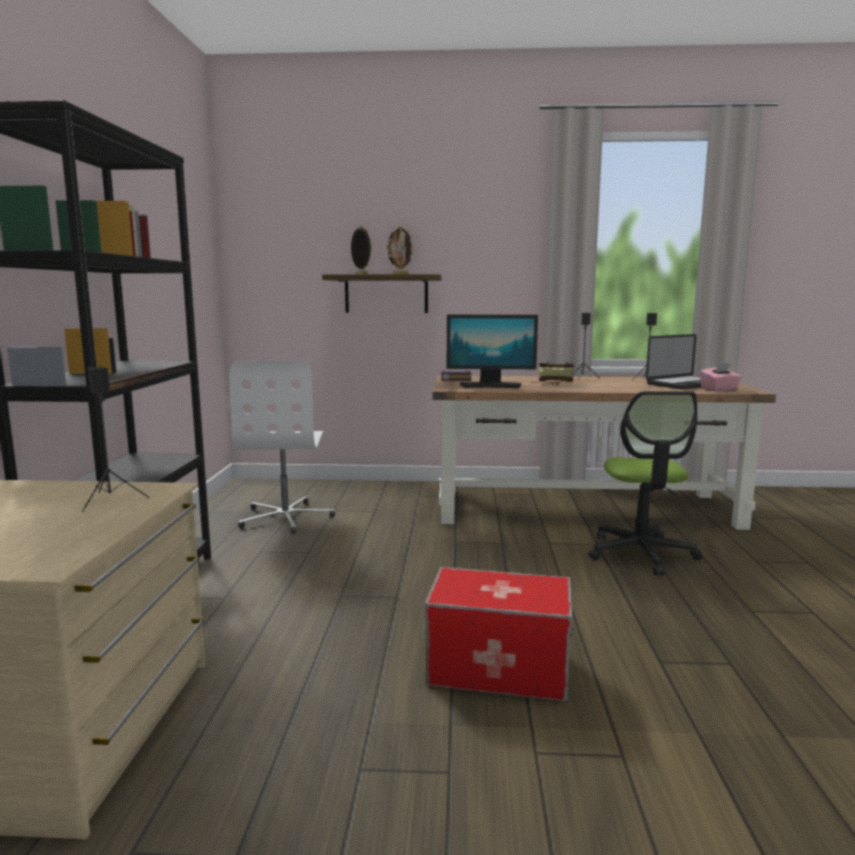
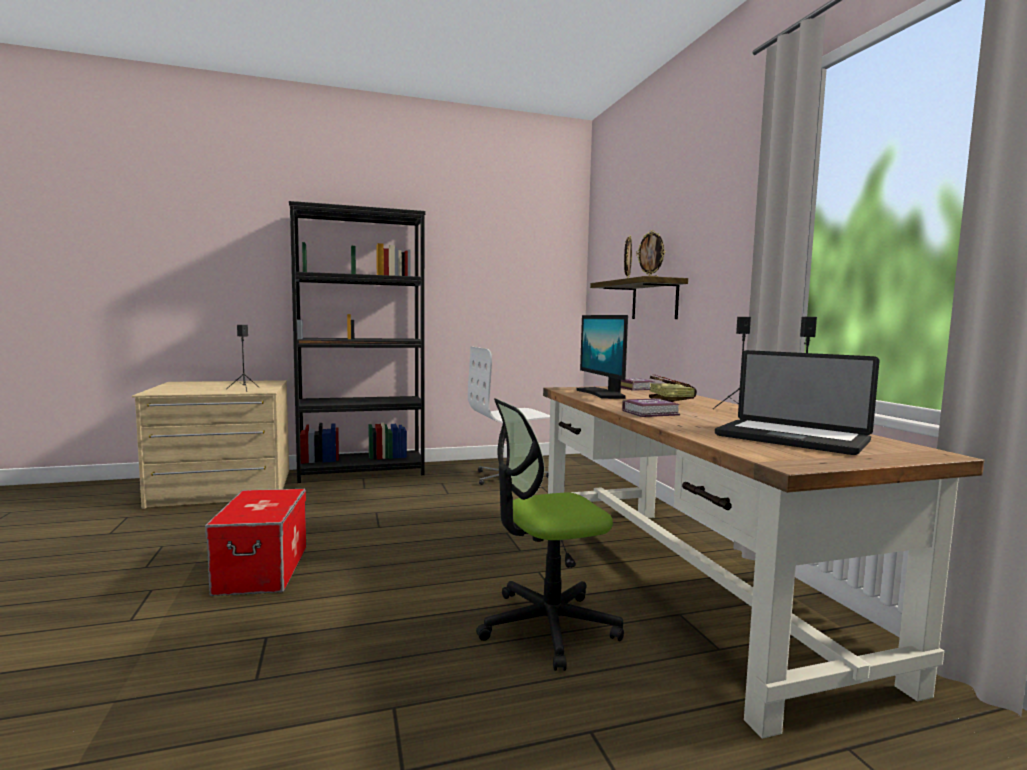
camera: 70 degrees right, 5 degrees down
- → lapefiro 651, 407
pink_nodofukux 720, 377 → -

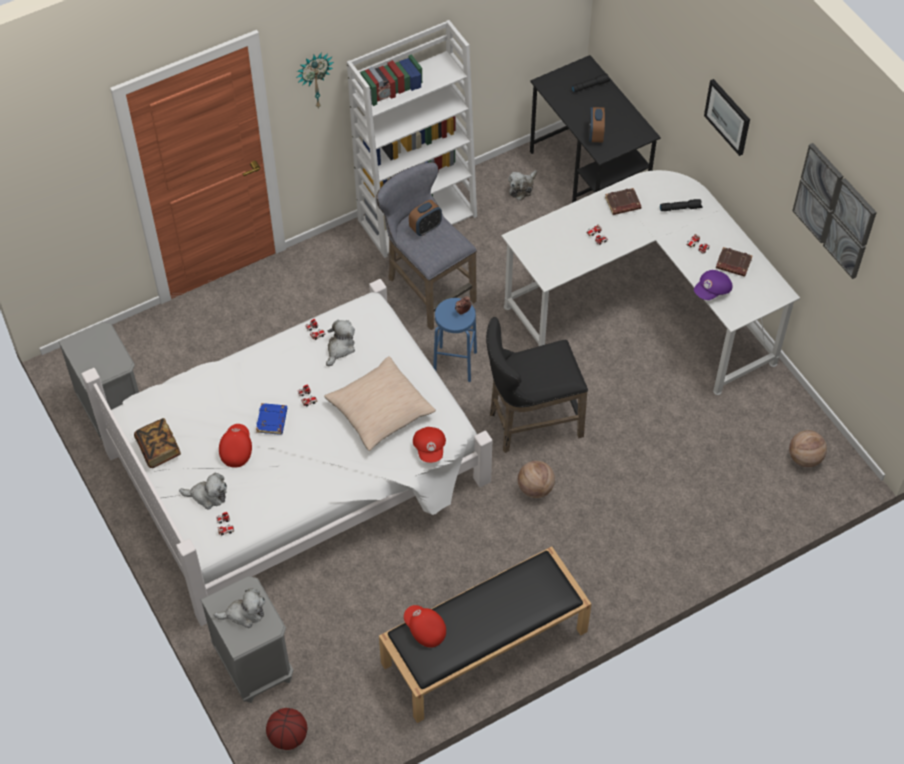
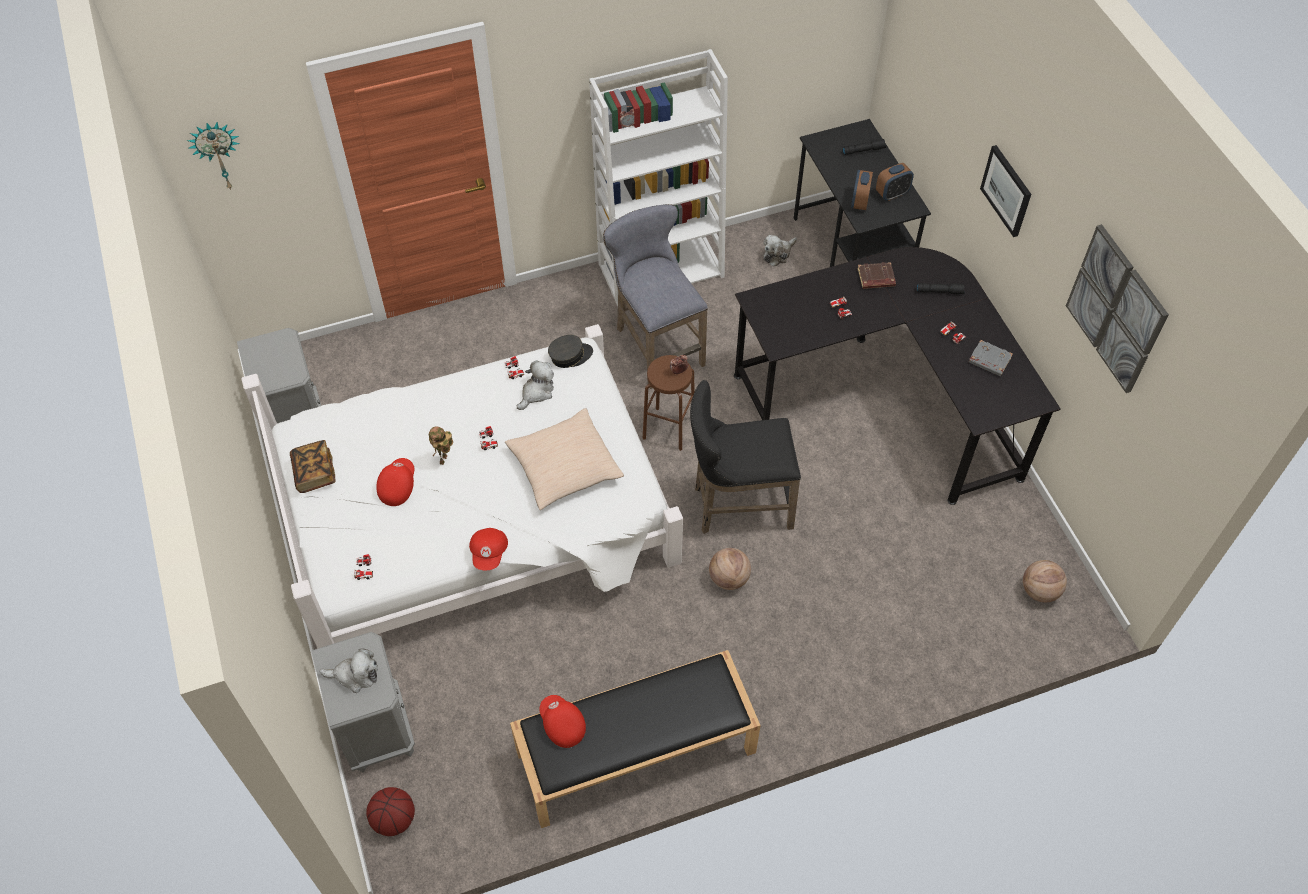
camera: 10 degrees right, 0 degrees up
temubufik 315, 80 → temubufik 213, 156, shifted
blue_lapefiro 271, 419 → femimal 441, 445
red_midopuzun 429, 445 → red_midopuzun 488, 549, shifted
- → grey_midopuzun 570, 351
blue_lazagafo 455, 340 → brown_lazagafo 669, 403
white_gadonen 650, 282 → black_gadonen 897, 376
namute 425, 218 → namute 895, 182, shifted
brown_lapefiro 734, 262 → grey_lapefiro 991, 358
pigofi 203, 491 → -
purple_midopuzun 713, 285 → -

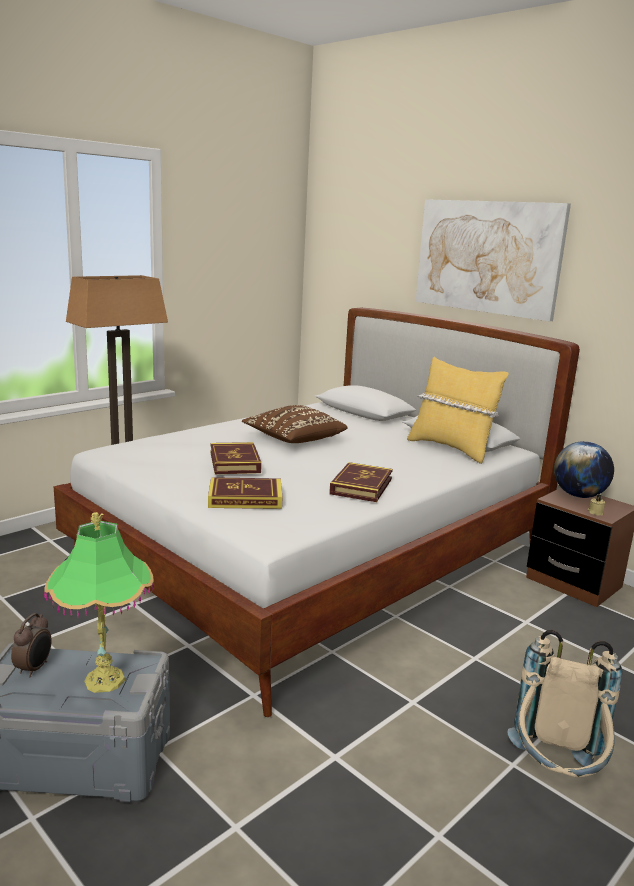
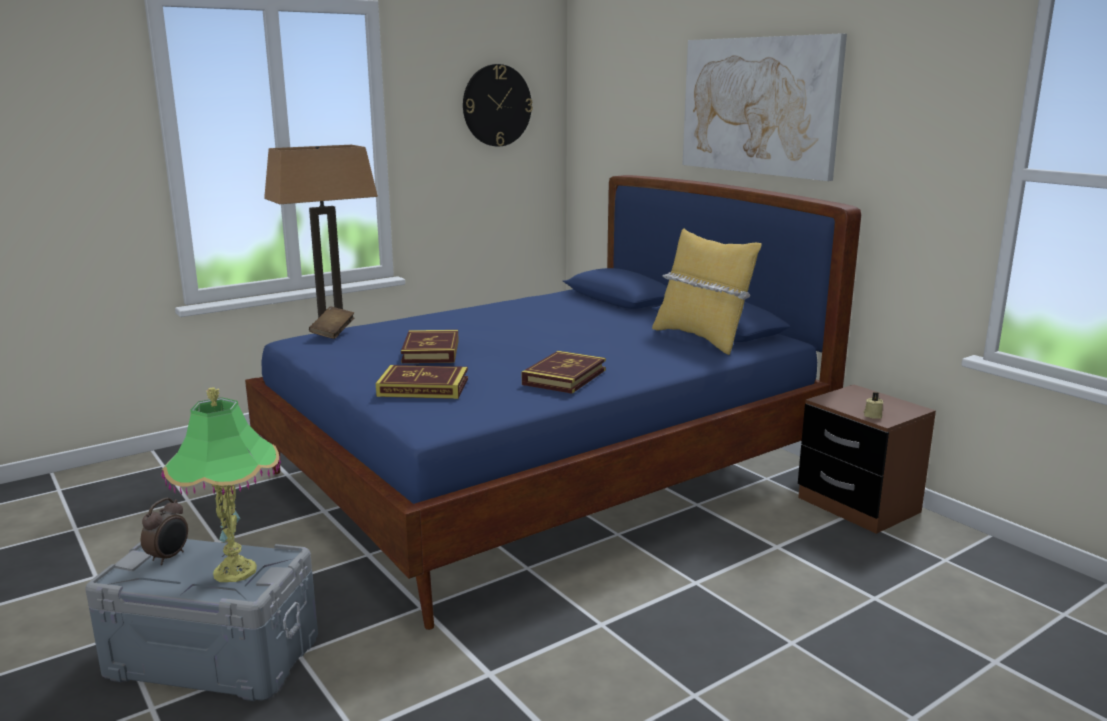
camera: 10 degrees right, 0 degrees up
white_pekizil 316, 512 → blue_pekizil 553, 402
- → brown_lapefiro 331, 323
- → temubufik 498, 105
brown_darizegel 295, 424 → -
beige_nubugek 564, 703 → -
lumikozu 584, 469 → -

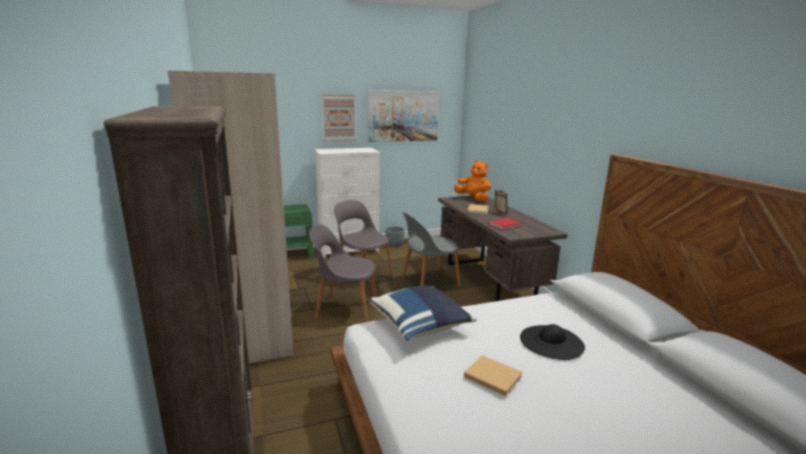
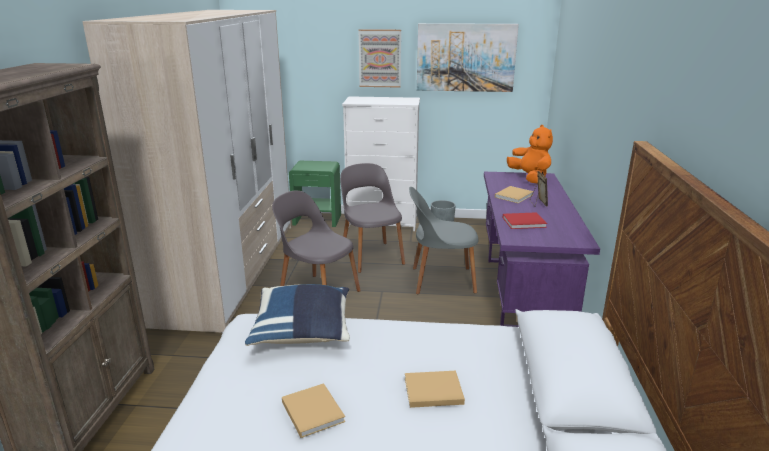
camera: 25 degrees right, 5 degrees up
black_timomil 552, 342 → beige_lapefiro 435, 389
brown_gadonen 502, 248 → purple_gadonen 542, 249

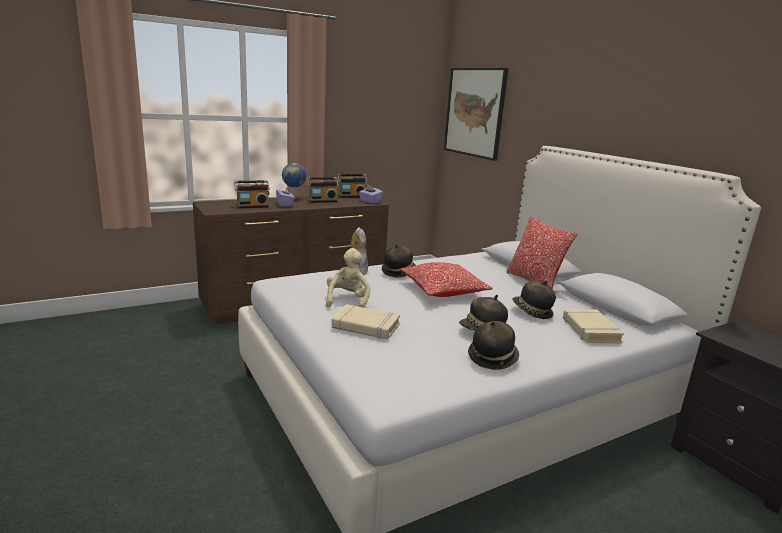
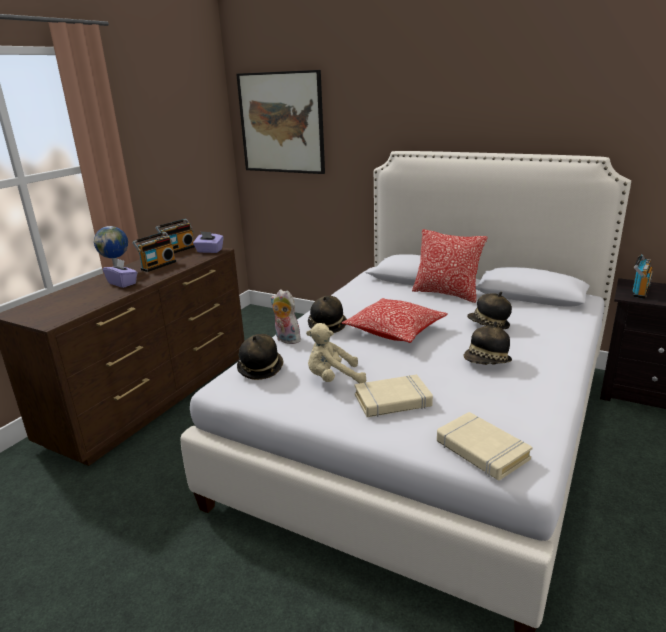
camera: 30 degrees left, 5 degrees up
timomil 493, 345 → timomil 260, 357, shifted
beige_pigofi 348, 278 → beige_pigofi 336, 353, 75 degrees counterclockwise
beige_lapefiro 593, 326 → beige_lapefiro 485, 446, shifted
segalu 252, 194 → segalu 643, 276, shifted

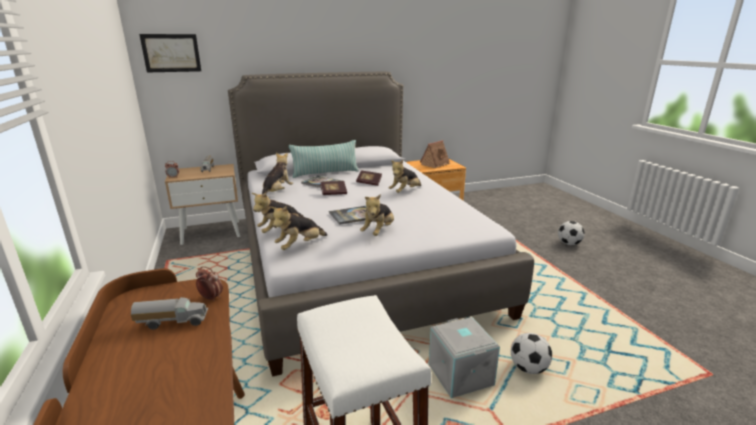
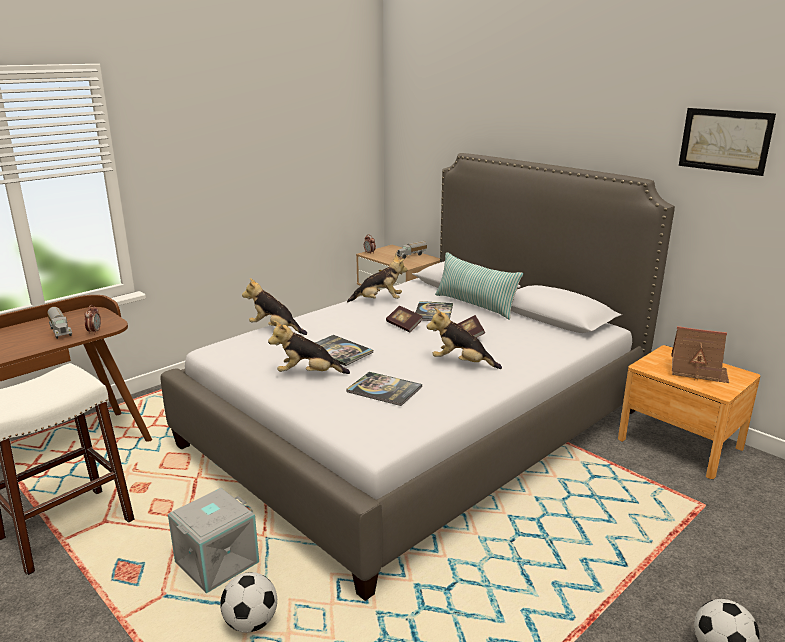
camera: 65 degrees right, 0 degrees up
- → lapefiro 384, 389
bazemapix 170, 53 → bazemapix 727, 142, shifted
pigofi 299, 228 → -

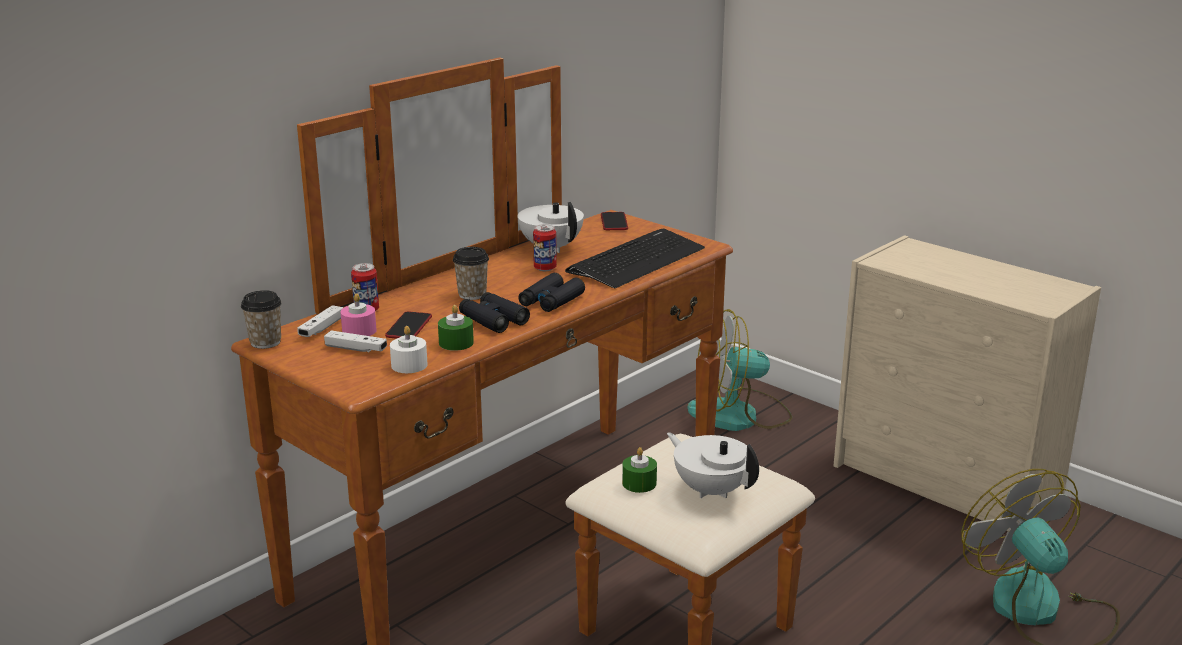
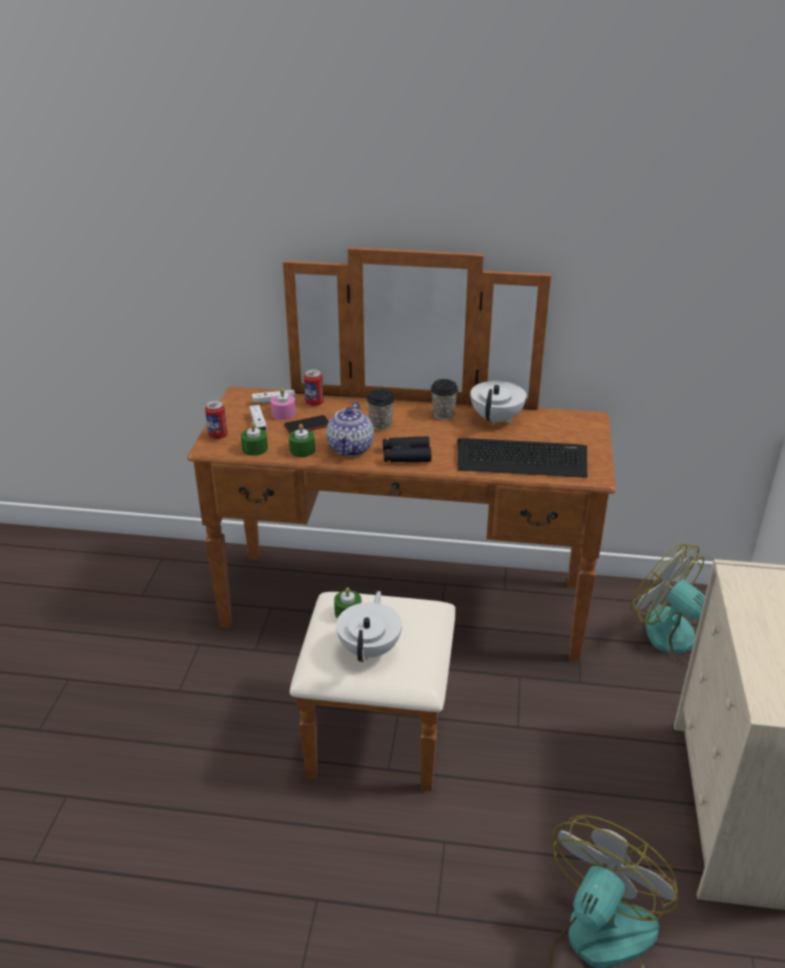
camera: 55 degrees right, 10 degrees up
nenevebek 545, 247 → nenevebek 216, 419, shifted
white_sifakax 409, 349 → green_sifakax 254, 439
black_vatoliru 494, 312 → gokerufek 350, 429
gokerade 261, 319 → gokerade 444, 399, shifted
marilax 614, 221 → -

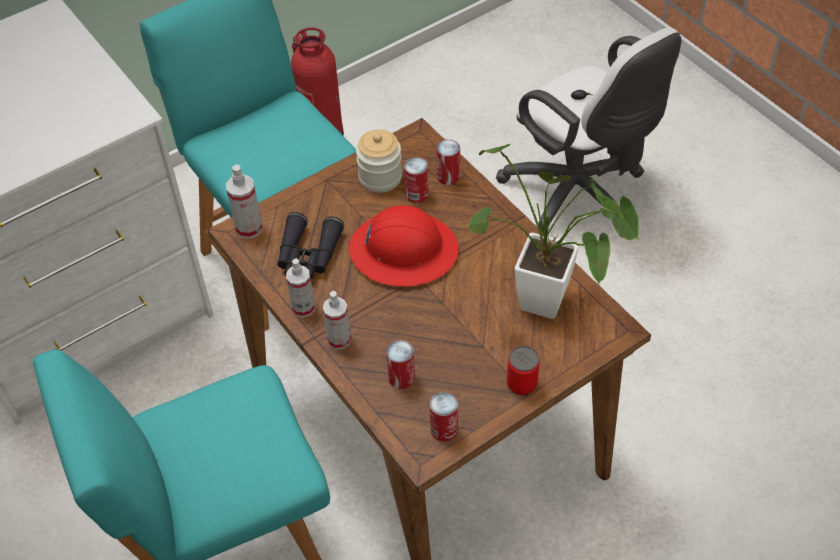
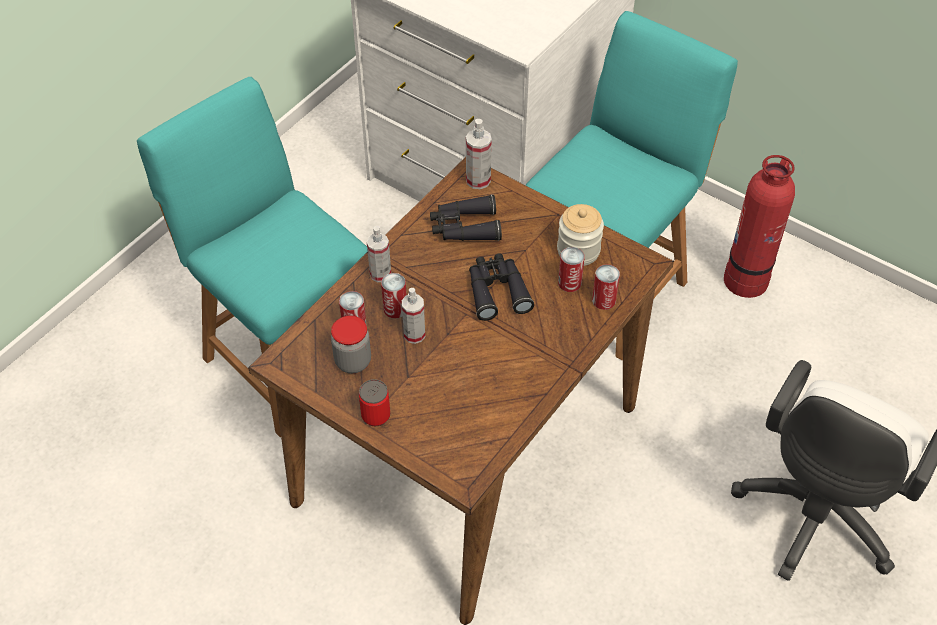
camera: 70 degrees right, 0 degrees up
- → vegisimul 351, 344
nenevebek 444, 417 → nenevebek 393, 296, shifted
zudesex 300, 287 → zudesex 413, 316, shifted
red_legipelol 404, 246 → black_vatoliru 501, 287
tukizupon 553, 231 → -

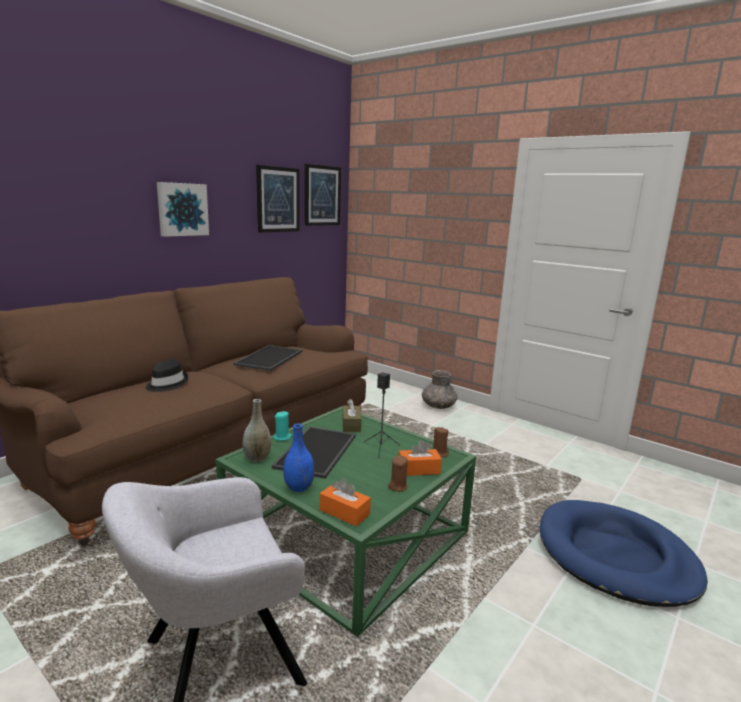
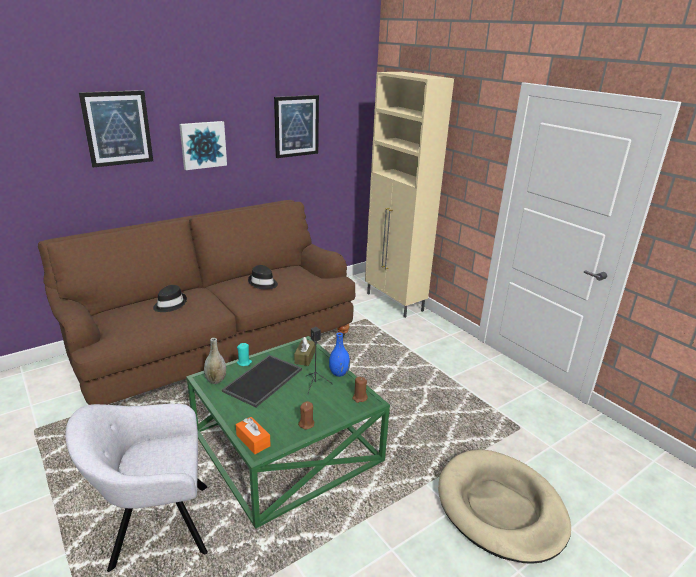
camera: 15 degrees right, 10 degrees up
bazemapix 322, 195 → bazemapix 116, 129, shifted
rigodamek 268, 358 → black_timomil 263, 277
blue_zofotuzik 299, 457 → blue_zofotuzik 339, 354, shifted
- → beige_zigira 409, 195
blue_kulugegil 624, 553 → beige_kulugegil 504, 506
orange_nodofukux 420, 458 → -
grey_zofotuzik 439, 389 → -

